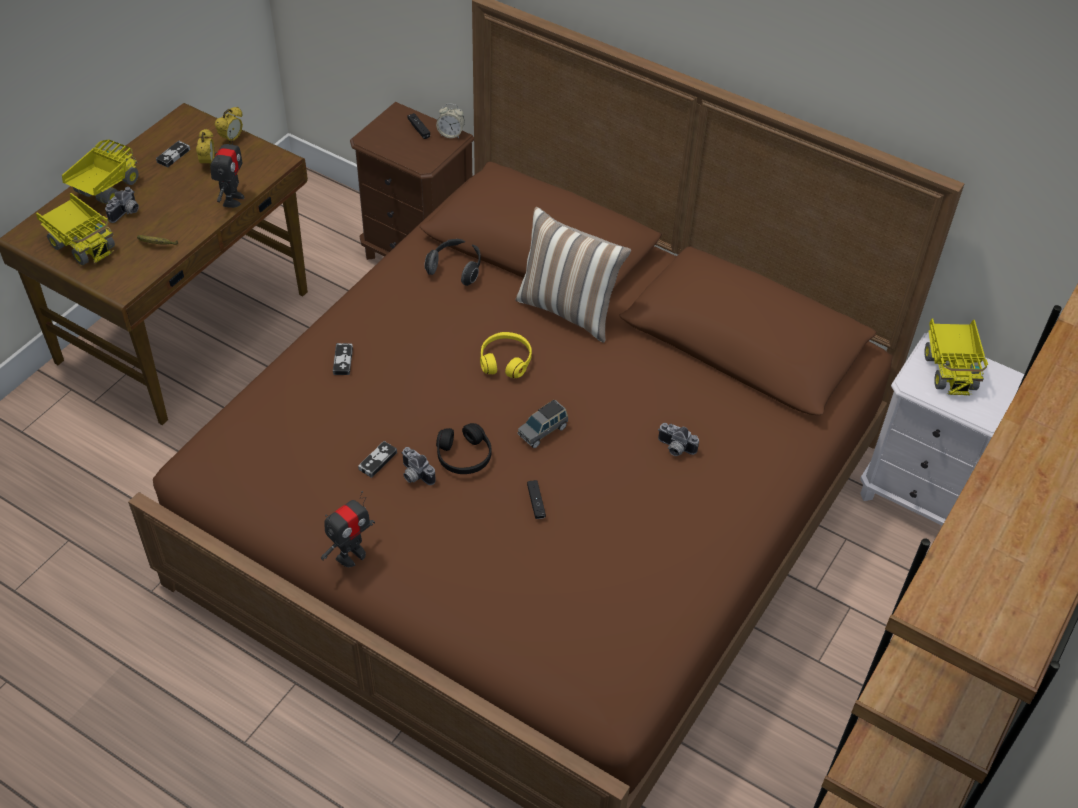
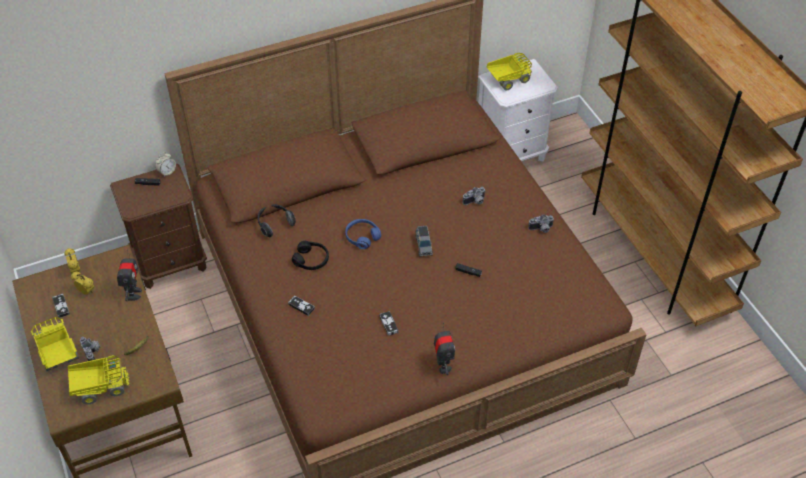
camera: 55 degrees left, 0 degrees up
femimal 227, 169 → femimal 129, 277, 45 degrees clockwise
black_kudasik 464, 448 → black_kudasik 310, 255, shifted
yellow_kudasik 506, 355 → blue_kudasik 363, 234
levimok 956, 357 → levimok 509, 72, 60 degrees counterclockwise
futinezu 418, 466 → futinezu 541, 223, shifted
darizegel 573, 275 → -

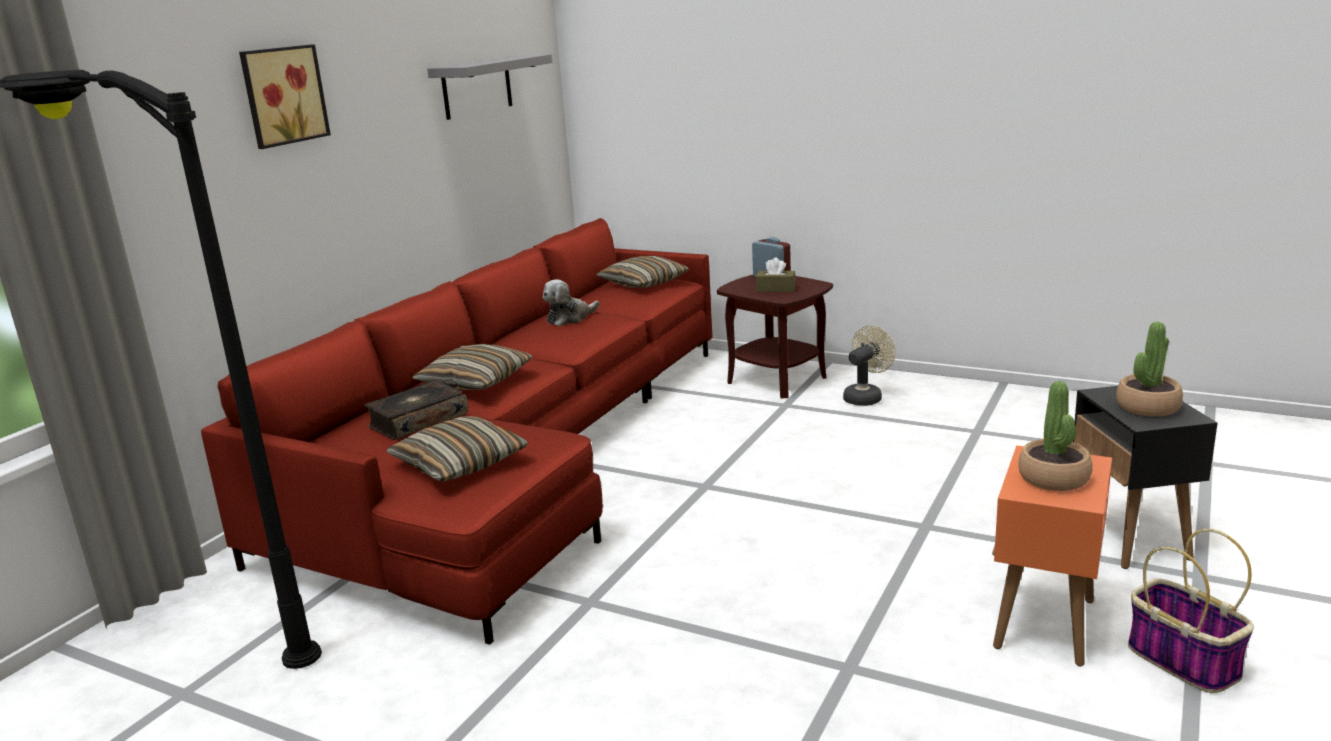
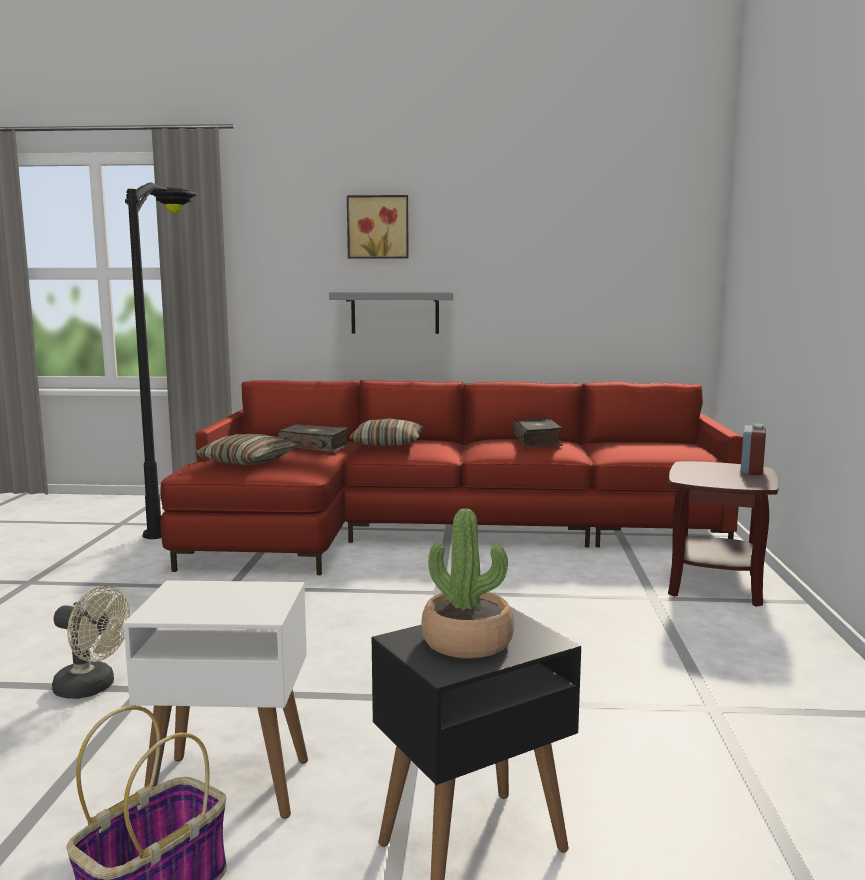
camera: 65 degrees right, 10 degrees down
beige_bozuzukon 869, 365 → beige_bozuzukon 91, 642, shifted
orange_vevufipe 1052, 556 → white_vevufipe 216, 699
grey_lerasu 489, 87 → grey_lerasu 392, 313, shifted
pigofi 571, 302 → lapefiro 537, 432
darizegel 642, 272 → -
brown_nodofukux 776, 275 → -
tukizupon 1055, 436 → -

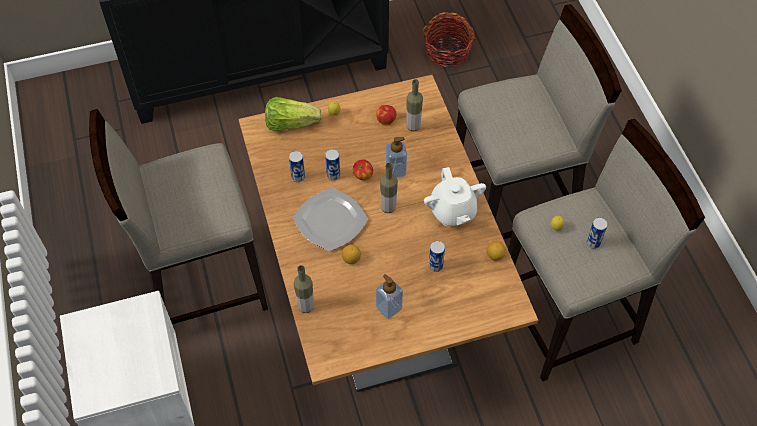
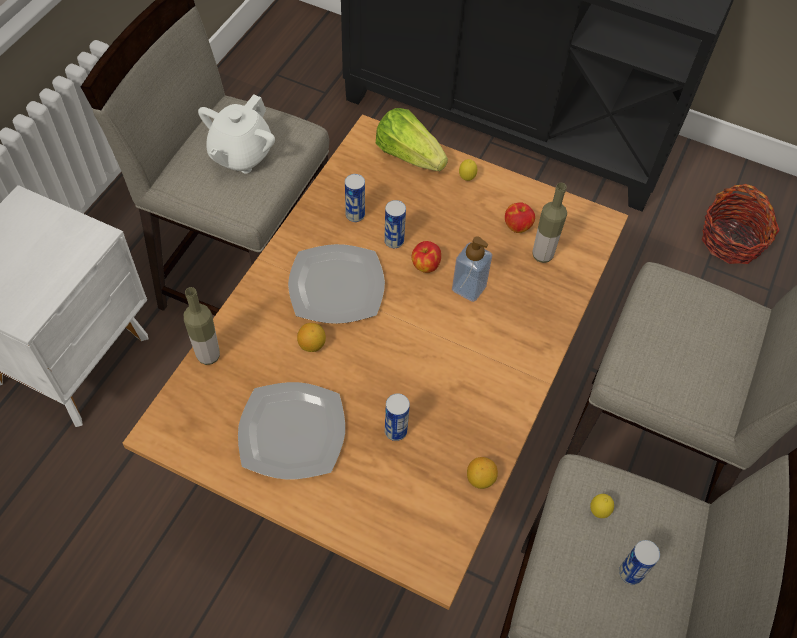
camera: 40 degrees right, 0 degrees up
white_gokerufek 455, 196 → white_gokerufek 236, 134, shifted
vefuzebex 389, 296 → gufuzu 291, 430
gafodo 389, 188 → -

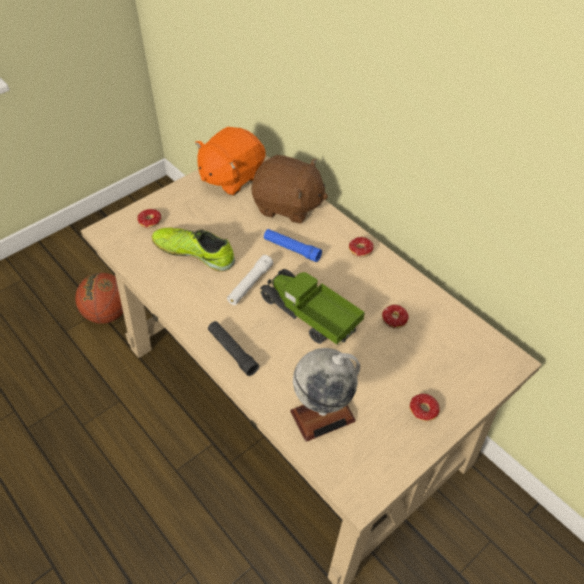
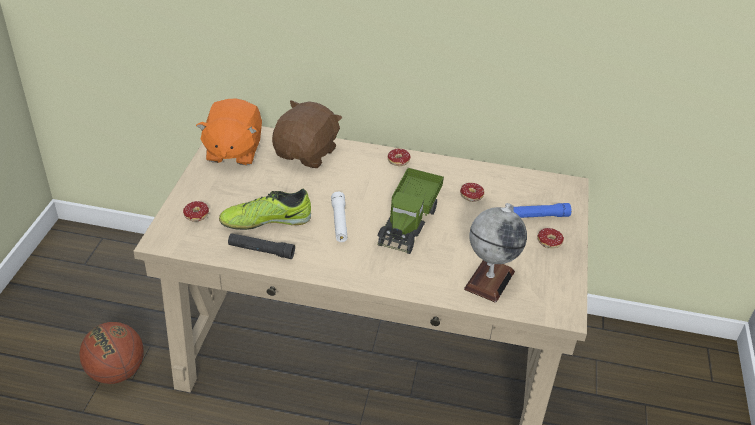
camera: 40 degrees left, 10 degrees down
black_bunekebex 233, 348 → black_bunekebex 261, 246, shifted
brown_pigofi 289, 189 → brown_pigofi 307, 134, 45 degrees counterclockwise
levimok 312, 308 → levimok 410, 211, 75 degrees counterclockwise
blue_bunekebex 293, 245 → blue_bunekebex 542, 210, shifted

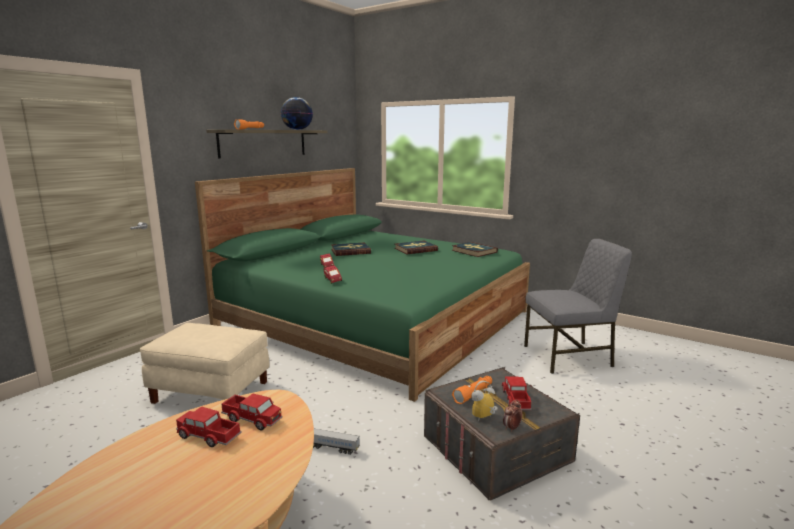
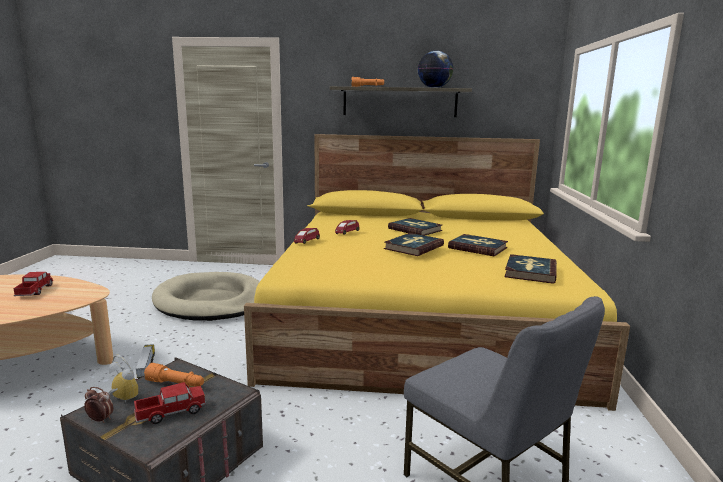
camera: 60 degrees right, 0 degrees up
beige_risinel 205, 363 → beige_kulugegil 206, 296
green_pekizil 362, 285 → yellow_pekizil 437, 272
- → lapefiro 414, 244
levimok 251, 412 → -

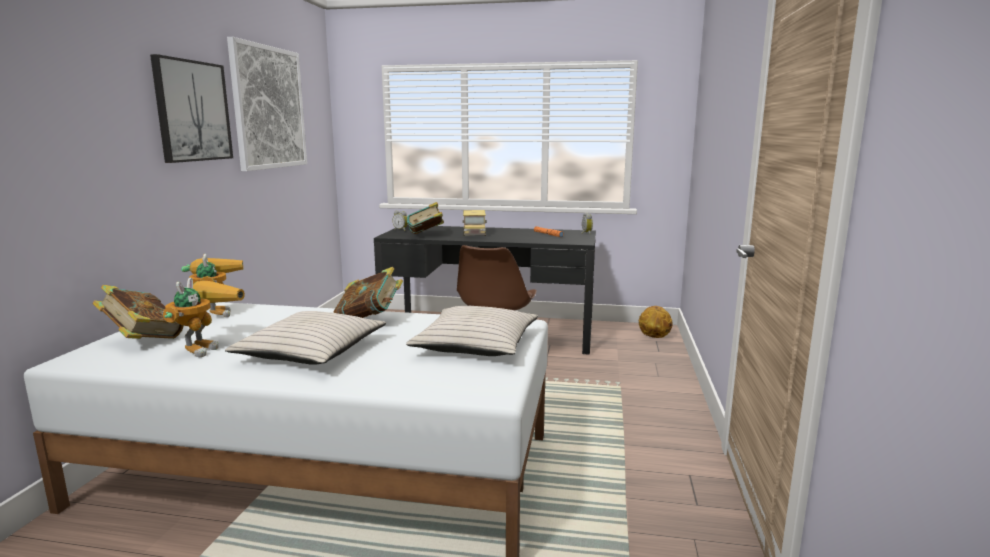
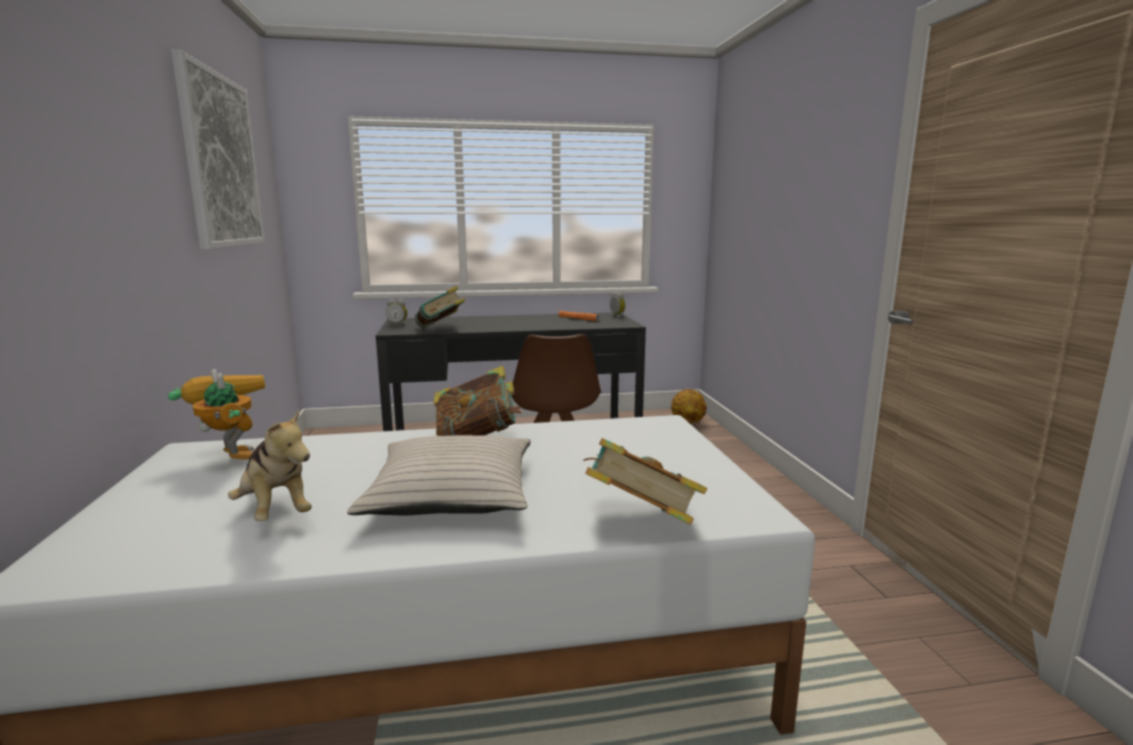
camera: 20 degrees left, 0 degrees up
femimal 203, 317 → pigofi 270, 465
lapefiro 138, 312 → lapefiro 645, 481, shifted
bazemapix 191, 108 → -
beige_darizegel 472, 331 → -
levimok 474, 223 → -

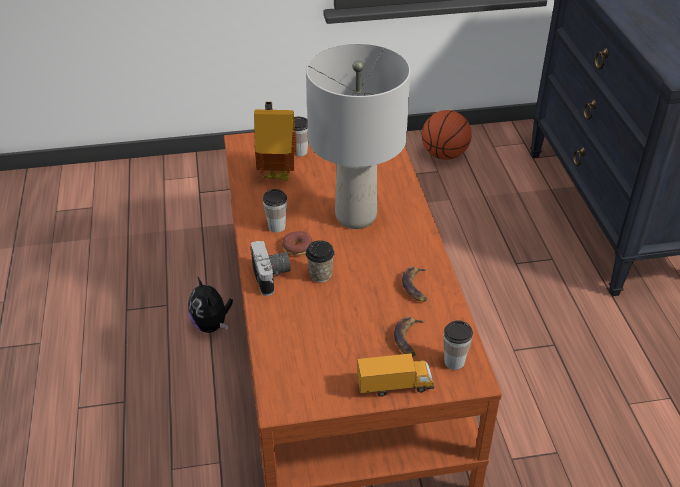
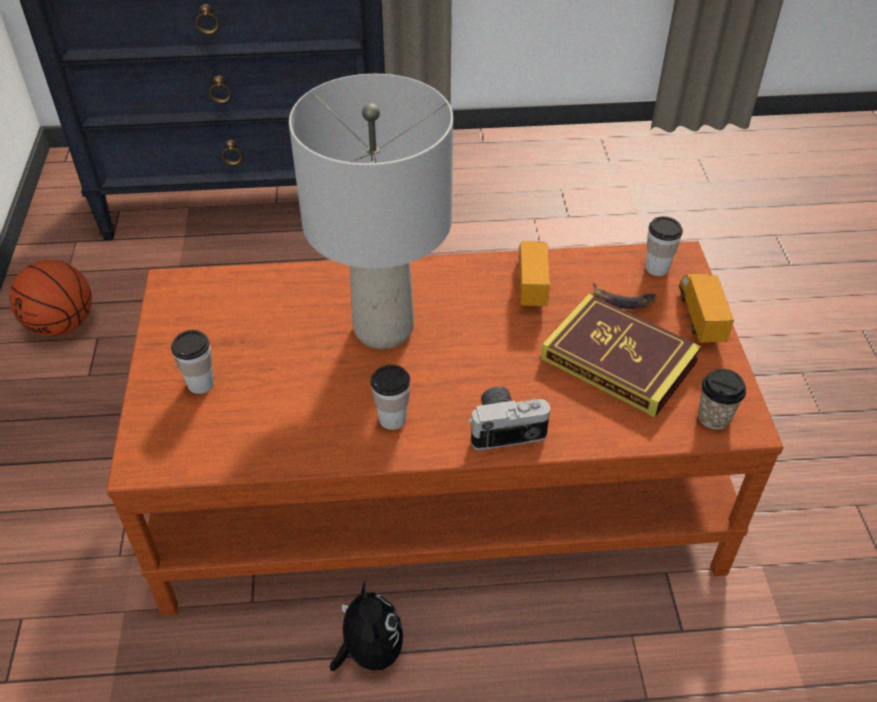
camera: 85 degrees left, 5 degrees up
pigofi 210, 304 → pigofi 367, 626, 90 degrees counterclockwise
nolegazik 414, 284 → levimok 534, 273
- → lapefiro 621, 355
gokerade 320, 261 → gokerade 722, 399, shifted
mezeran 275, 141 → -
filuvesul 297, 243 → -

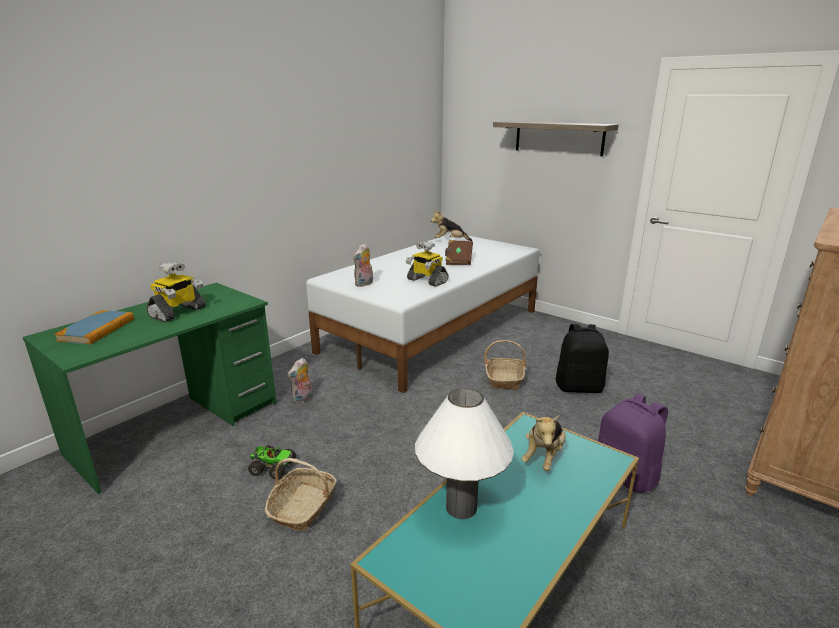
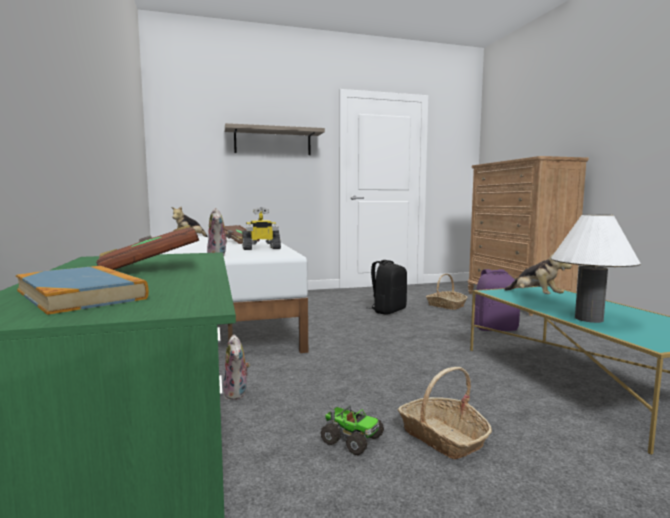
camera: 55 degrees left, 15 degrees down
femimal 176, 292 → brown_lapefiro 147, 247
levimok 272, 462 → levimok 352, 430, 75 degrees clockwise
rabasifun 505, 365 → rabasifun 446, 292, shifted

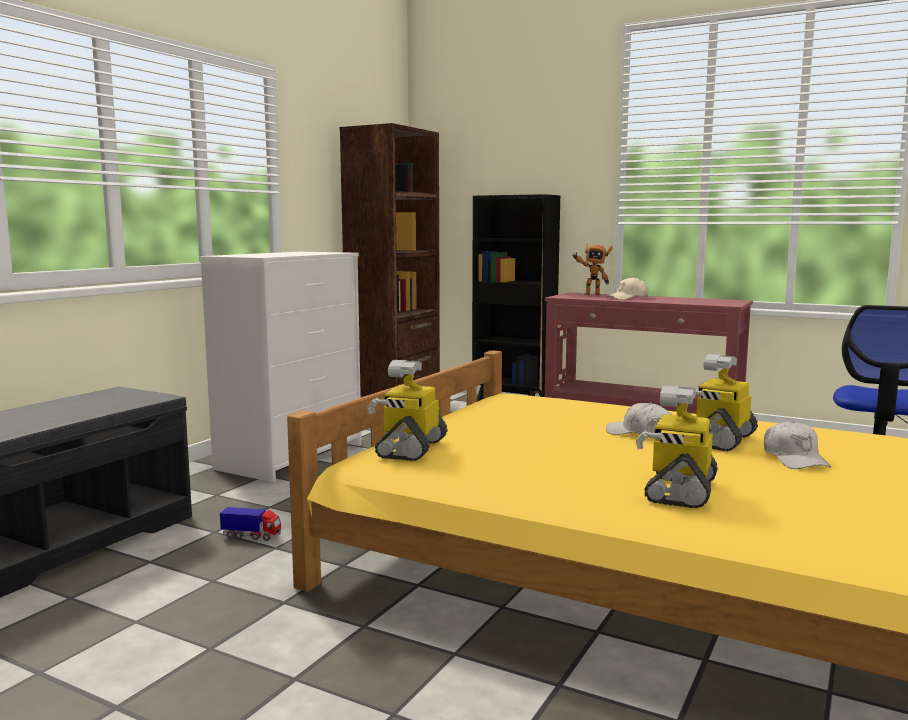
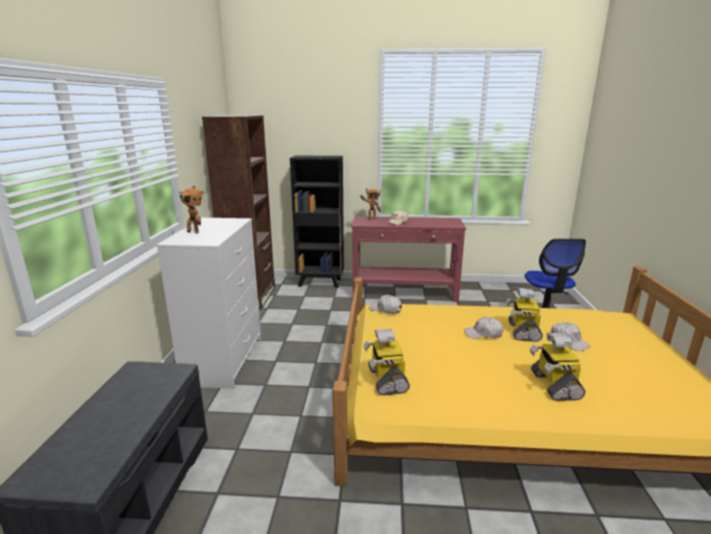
camera: 25 degrees left, 10 degrees up
- → femimal 191, 209
- → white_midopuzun 385, 304
levimok 250, 524 → -

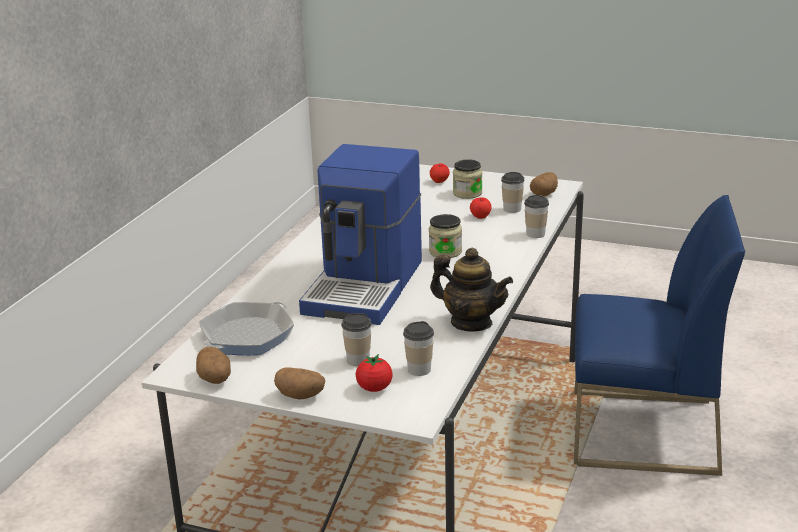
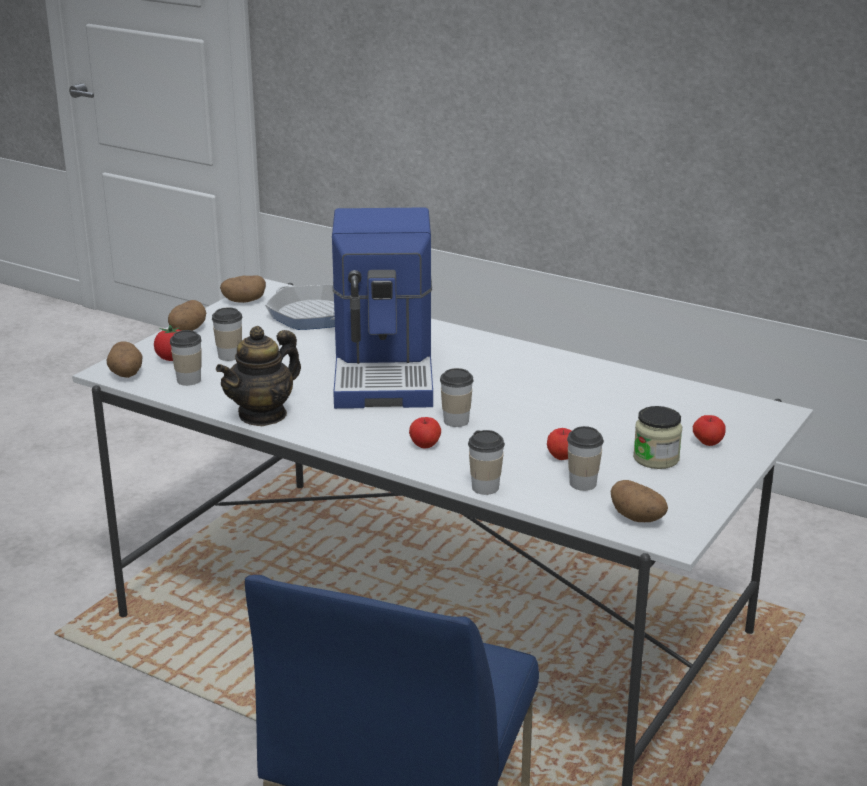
camera: 100 degrees right, 0 degrees up
- → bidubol 125, 359
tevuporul 360, 234 → tevuporul 382, 308, 120 degrees counterclockwise
- → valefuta 425, 432
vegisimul 445, 236 → gokerade 456, 397

